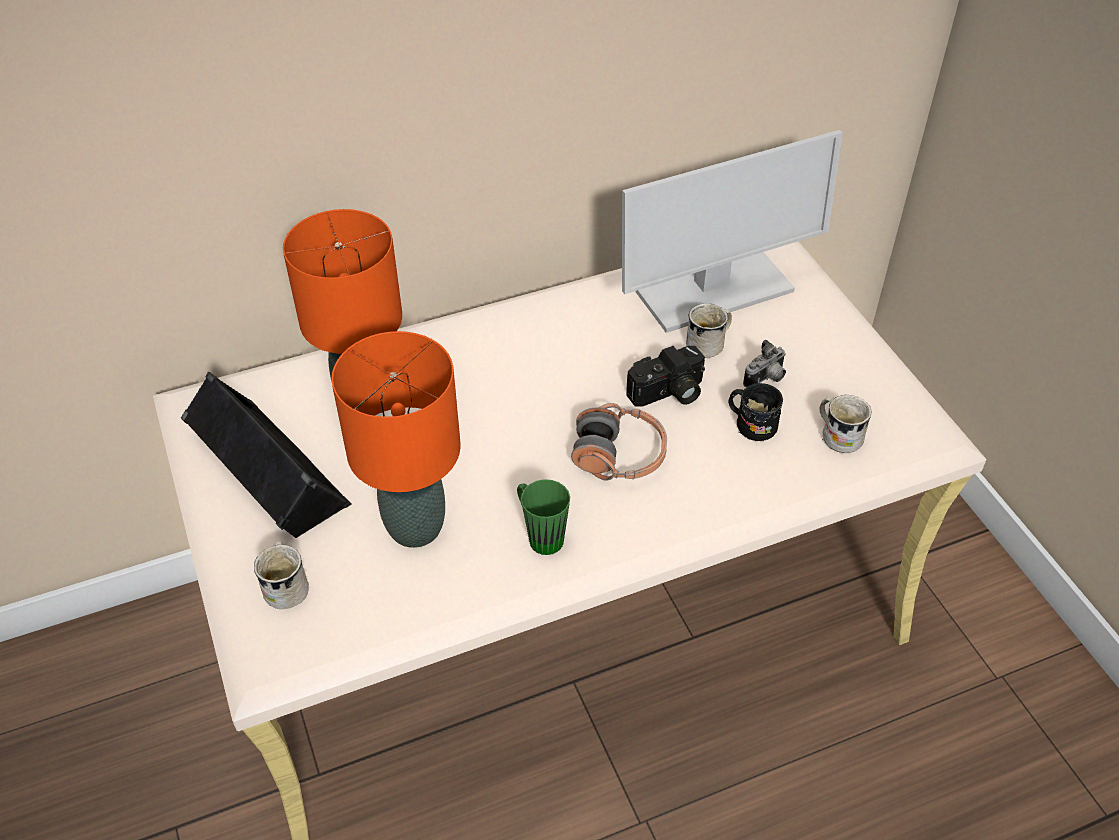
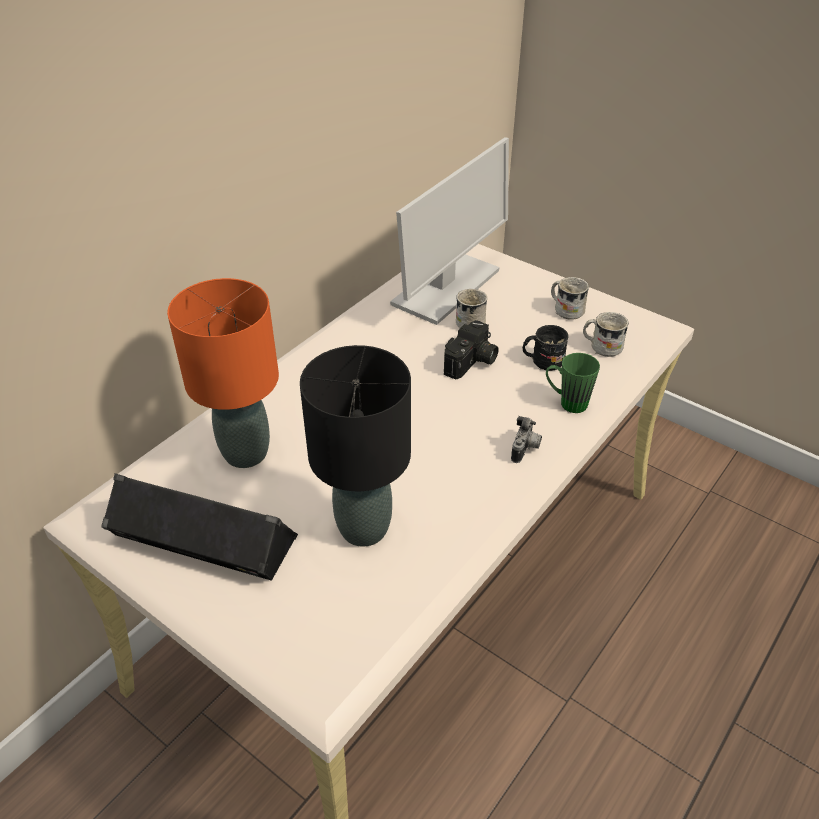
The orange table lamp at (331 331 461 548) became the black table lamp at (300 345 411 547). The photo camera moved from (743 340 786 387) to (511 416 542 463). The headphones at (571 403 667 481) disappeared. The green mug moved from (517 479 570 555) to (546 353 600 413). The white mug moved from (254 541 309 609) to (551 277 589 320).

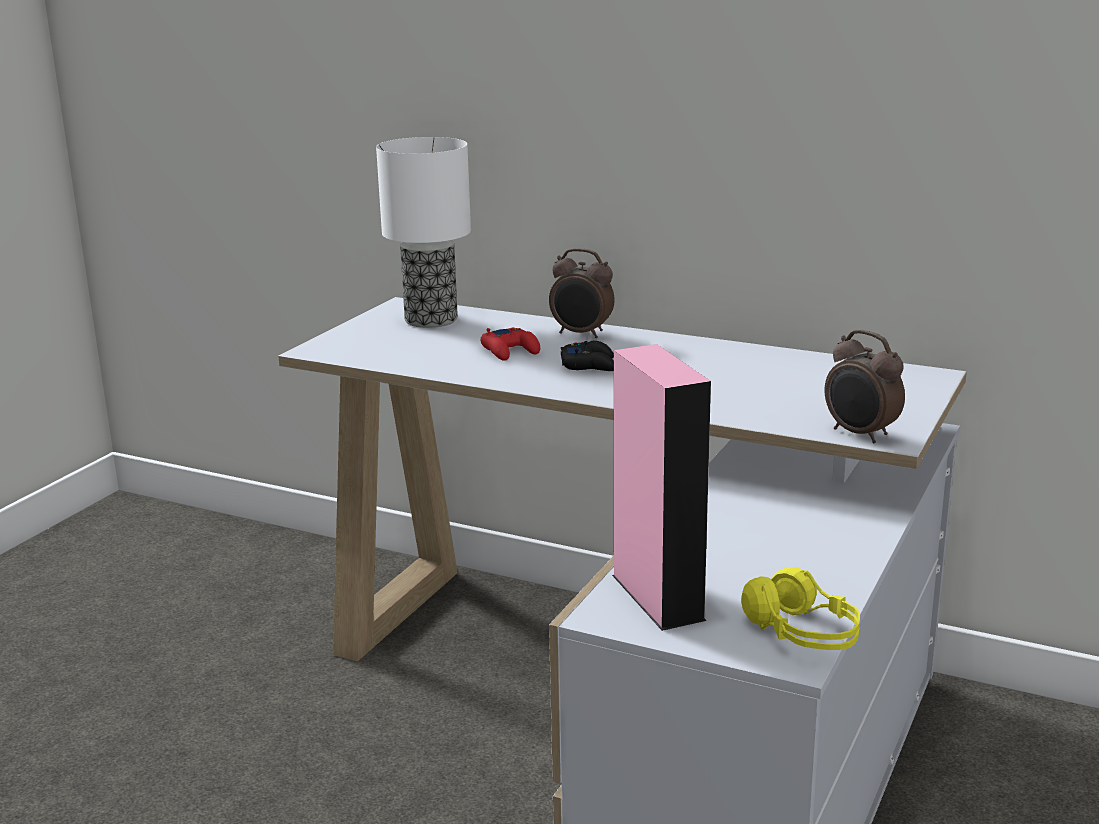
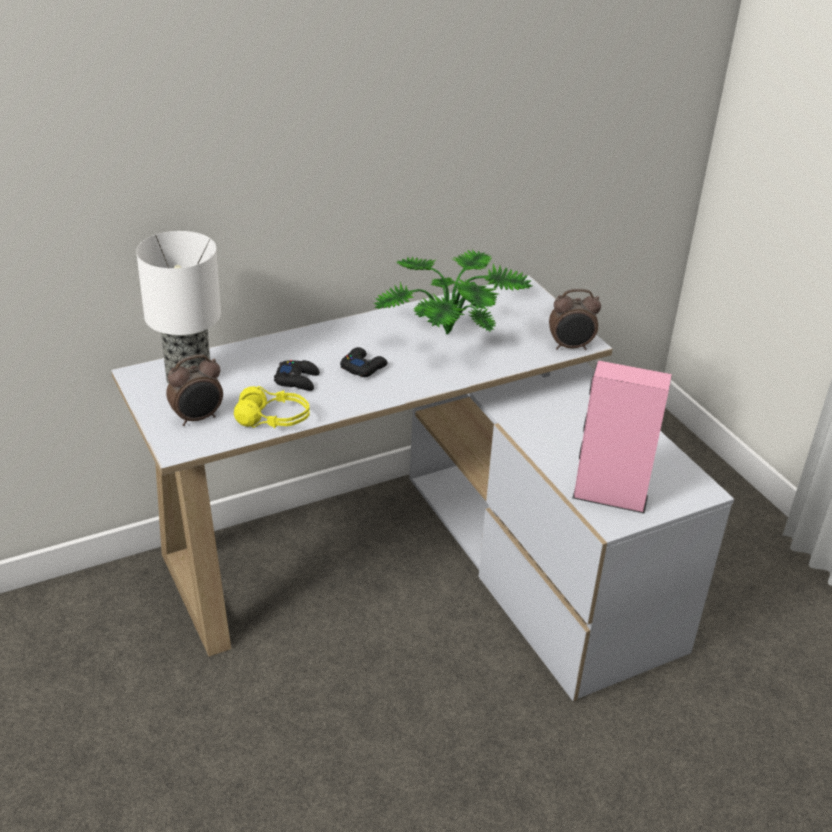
The alarm clock moved from (549 248 615 338) to (166 354 223 426). The red game controller at (481 327 540 361) became the black game controller at (274 360 320 391). The yellow headphones moved from (741 567 860 650) to (234 386 310 428). The potted plant at (374 249 532 334) appeared.

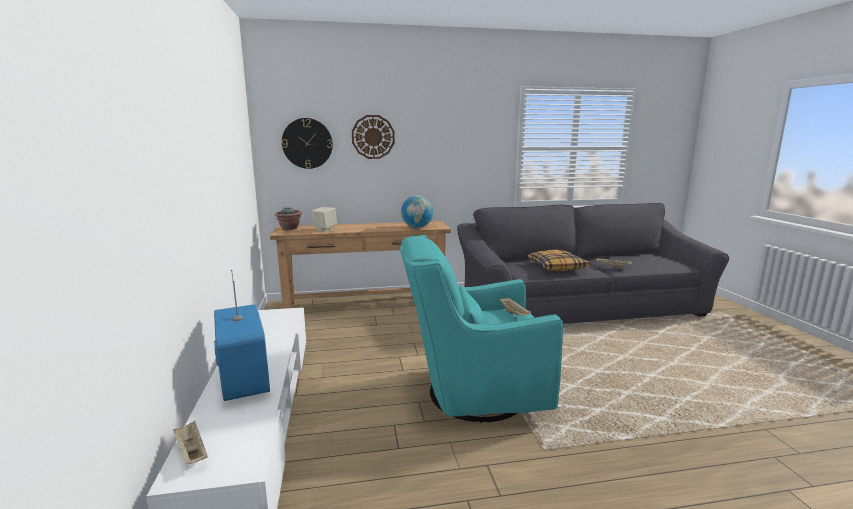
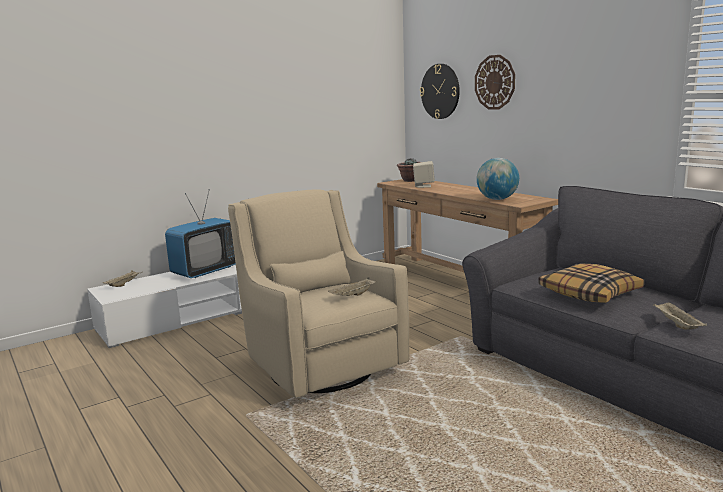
The turquoise armchair at (400 235 563 423) became the beige armchair at (228 190 410 398).

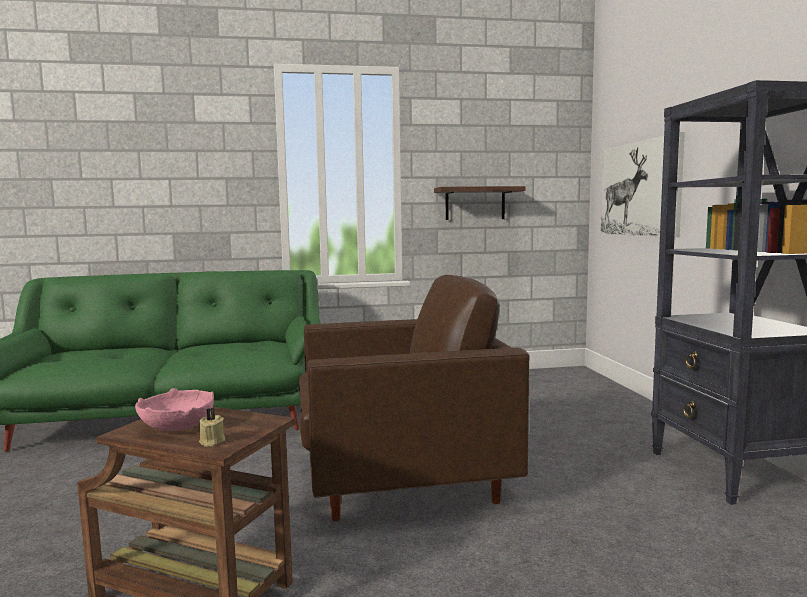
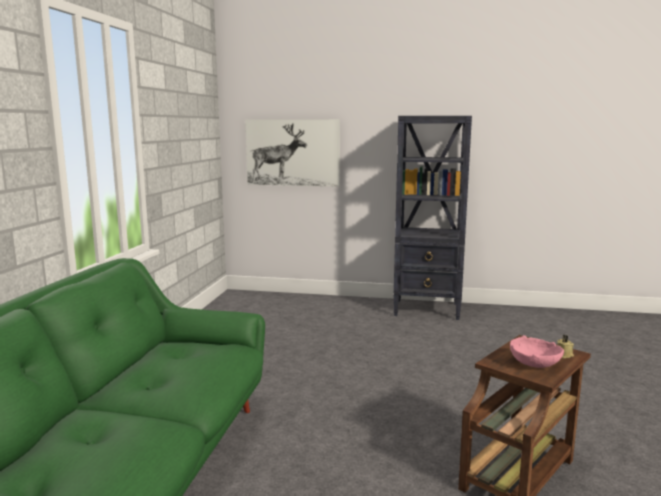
The shelf at (434 186 526 220) disappeared. The brown armchair at (299 275 530 521) disappeared.

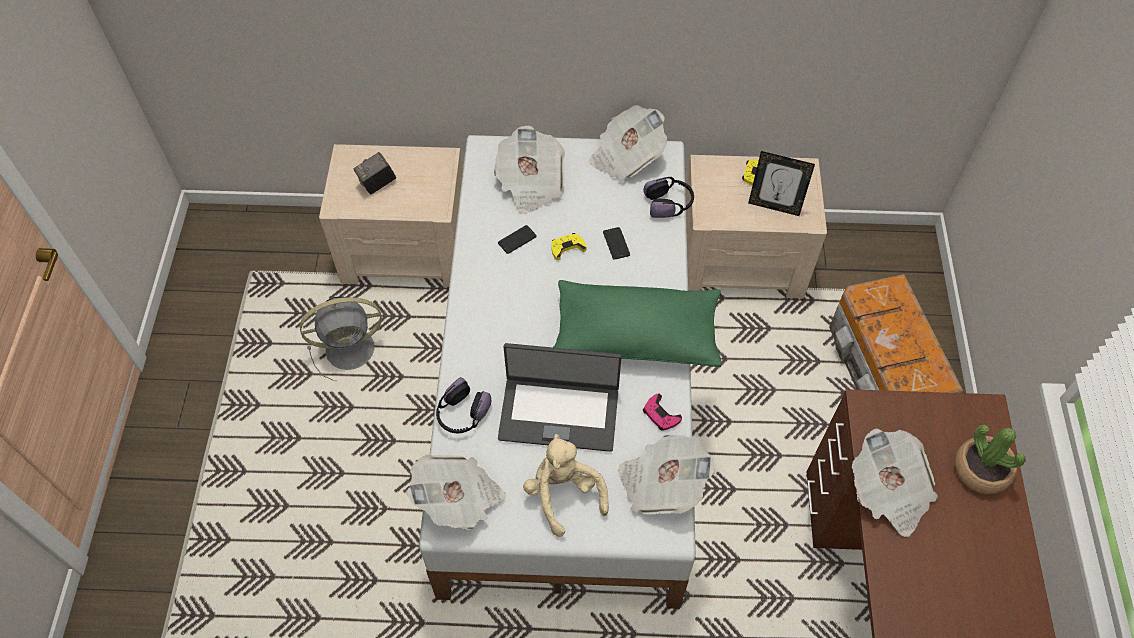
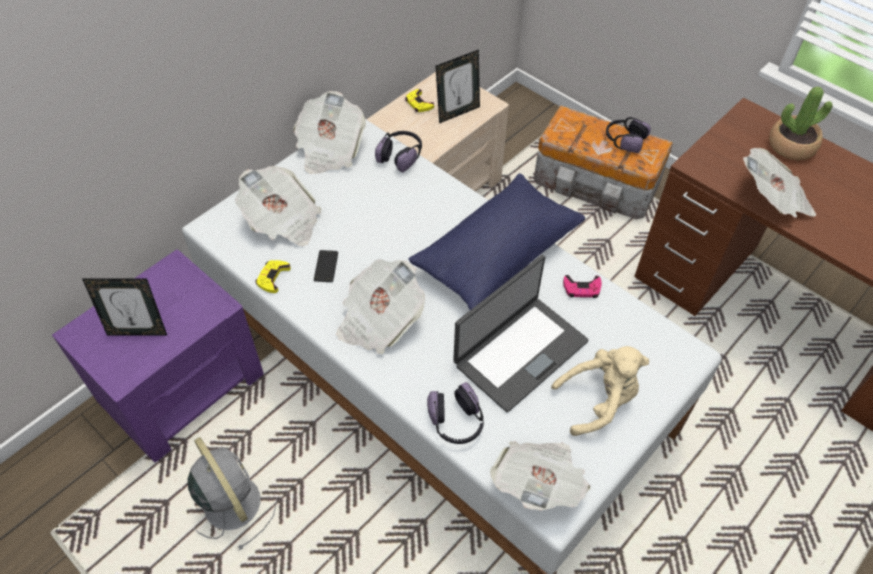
The beige nightstand at (319 144 463 287) became the purple nightstand at (52 249 264 462). The photo camera at (354 152 396 194) was replaced by the picture frame at (82 278 167 336). The phone at (603 227 630 260) disappeared. The yellow game controller moved from (551 233 586 260) to (256 260 291 293). The green pillow at (553 280 722 367) became the blue pillow at (408 173 585 310). The grey fan at (300 296 382 381) turned 60 degrees counterclockwise. The beige plush toy at (523 434 609 537) turned 150 degrees clockwise. The newspaper moved from (618 434 715 515) to (336 259 425 354). The headphones at (606 117 651 153) appeared.

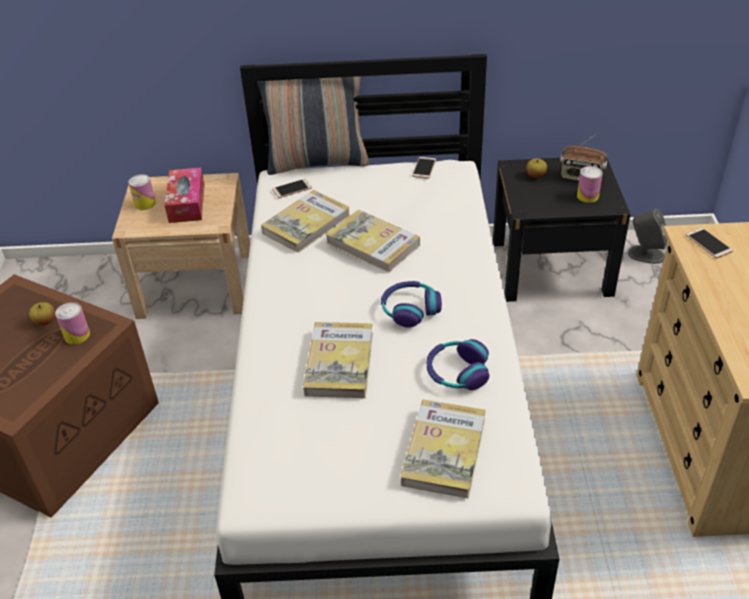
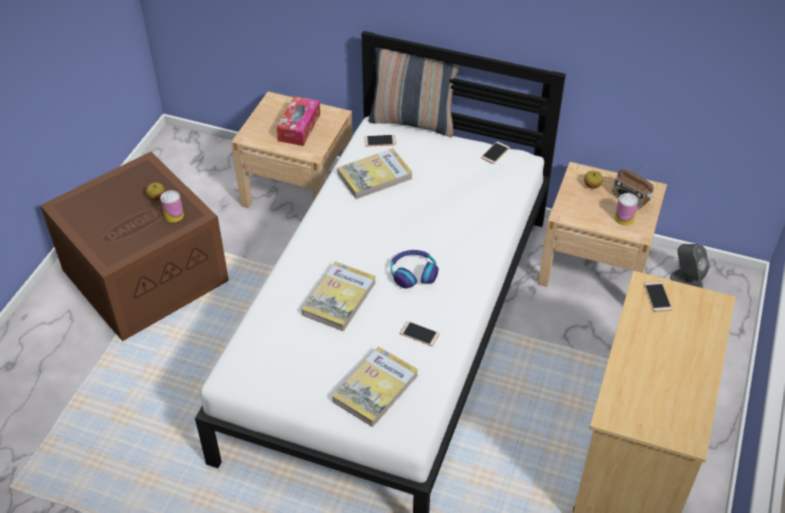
The black nightstand at (493 158 631 302) became the beige nightstand at (538 162 667 287). The can at (128 174 156 210) disappeared. The book at (326 210 420 273) disappeared. The headphones at (426 339 489 390) was replaced by the phone at (400 321 440 346).

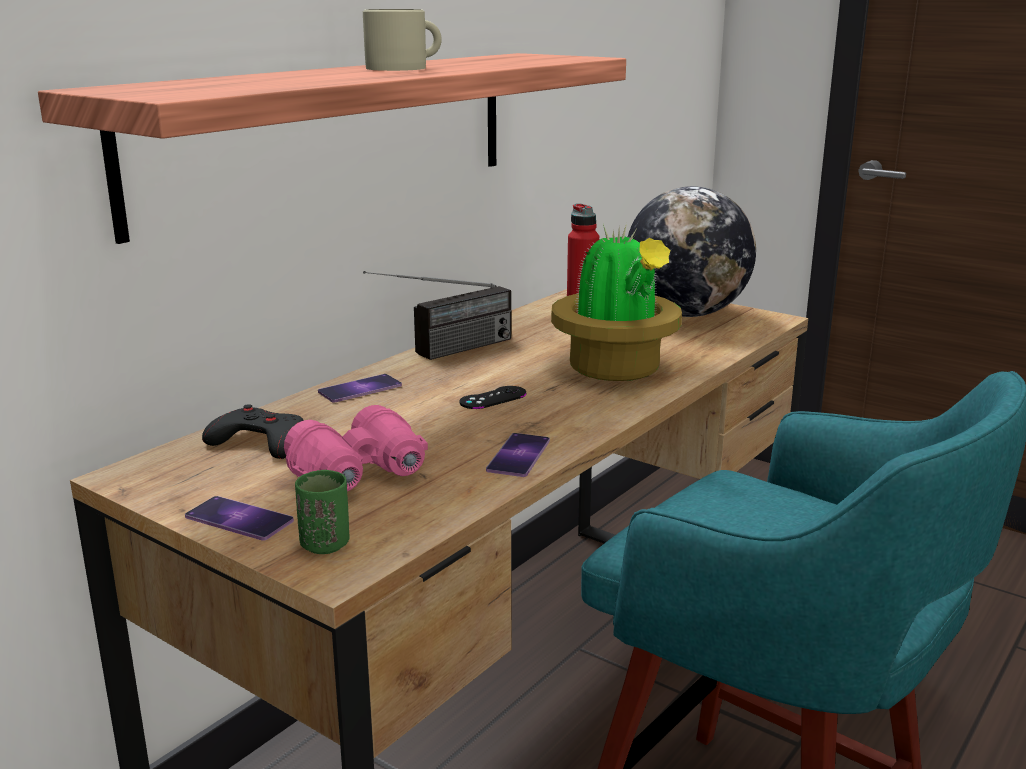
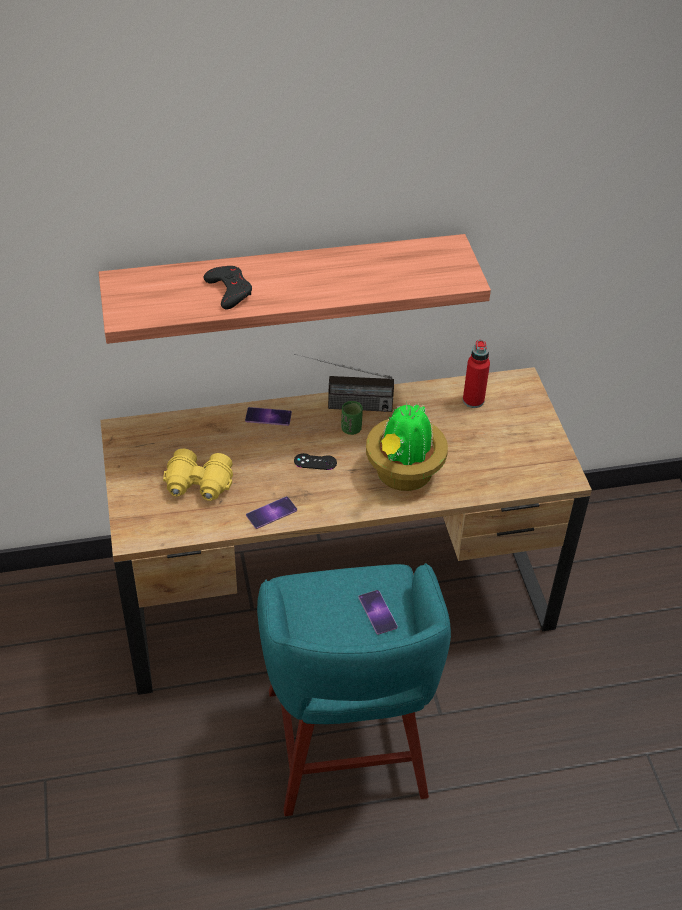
The beige mug at (363 9 442 71) disappeared. The globe at (628 186 756 317) disappeared. The black game controller moved from (202 404 304 459) to (203 266 252 310). The pink binoculars at (284 405 428 491) became the yellow binoculars at (163 449 233 501). The green cup moved from (295 470 349 554) to (341 401 363 435). The phone moved from (185 496 294 541) to (358 590 398 635).

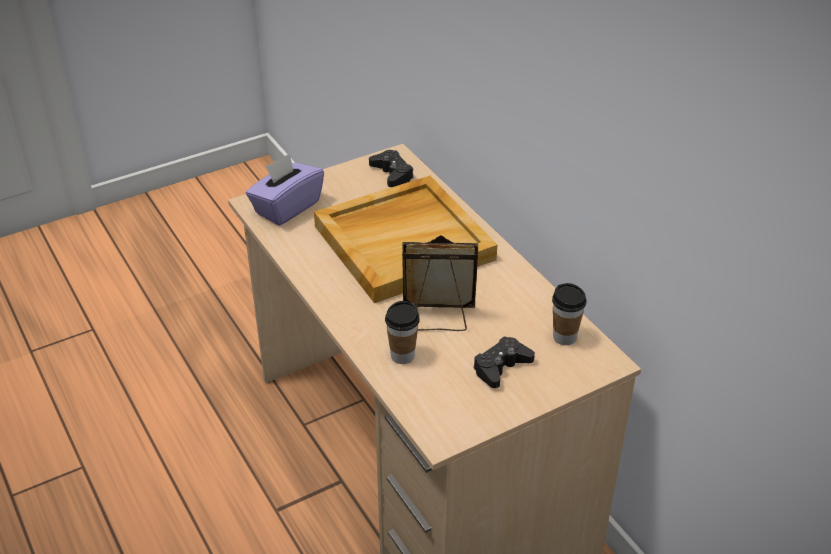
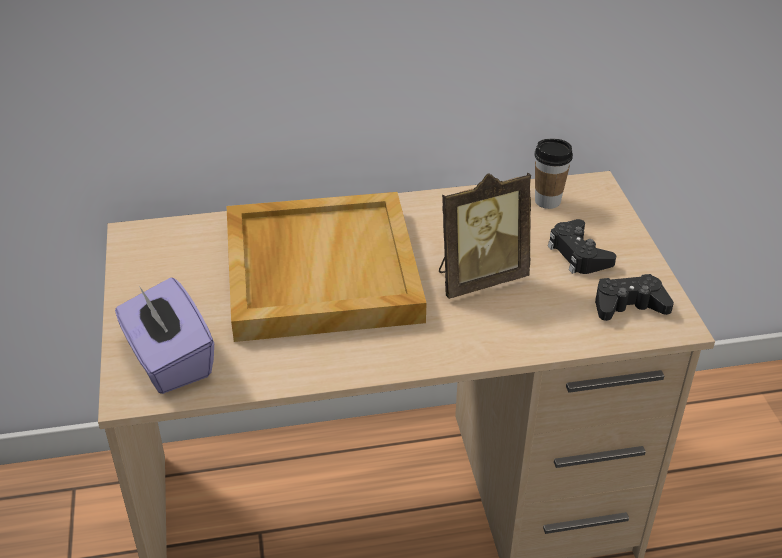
The black game controller moved from (369 150 414 187) to (595 274 674 321). The picture frame at (402 235 478 331) turned 135 degrees counterclockwise. The cup at (385 301 420 364) disappeared.

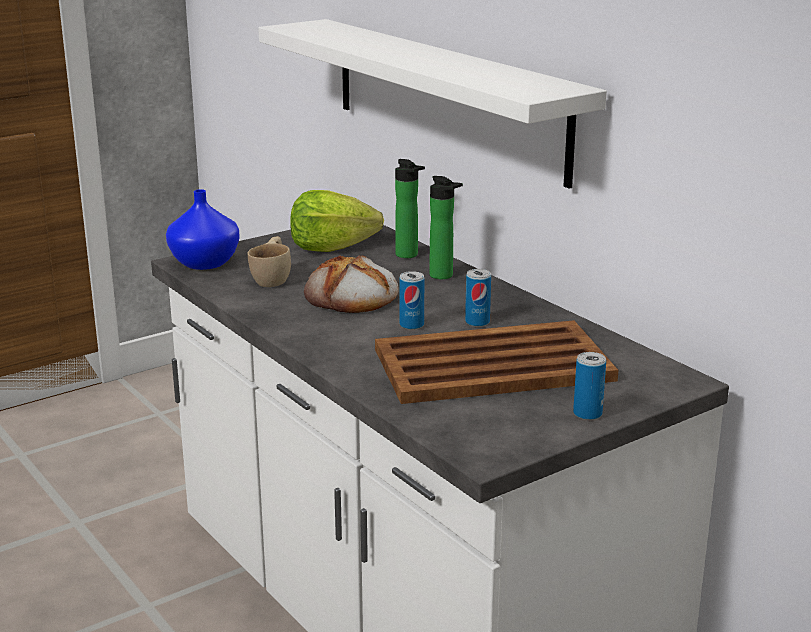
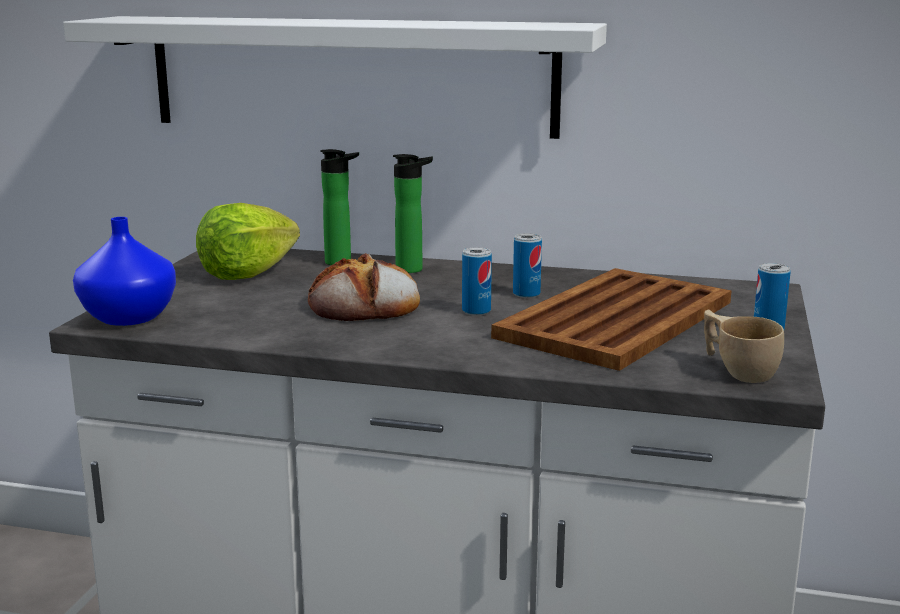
The beige cup moved from (248 236 291 287) to (704 310 784 383).

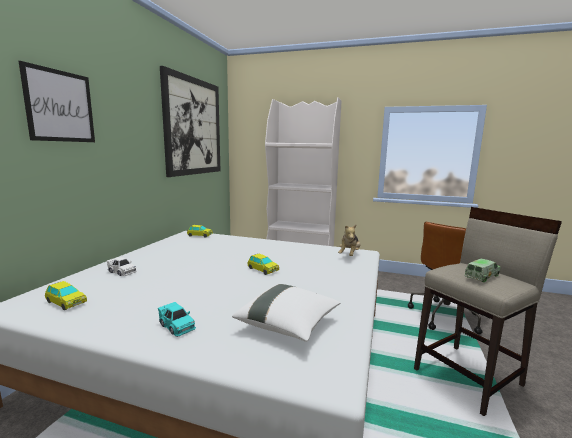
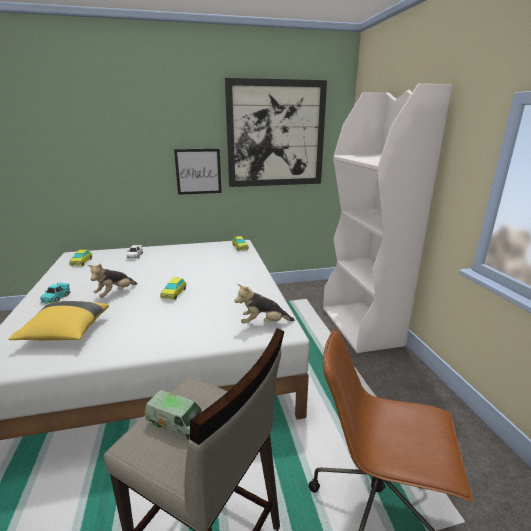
The picture moved from (19 61 95 142) to (174 149 222 195). The white pillow at (232 284 340 342) became the yellow pillow at (8 301 109 340). The plush toy at (88 263 137 298) appeared.

